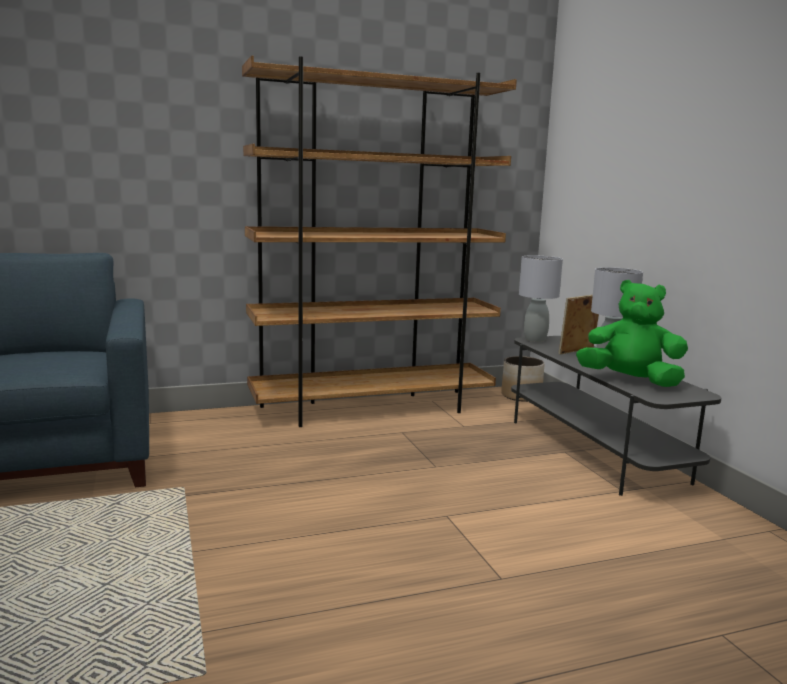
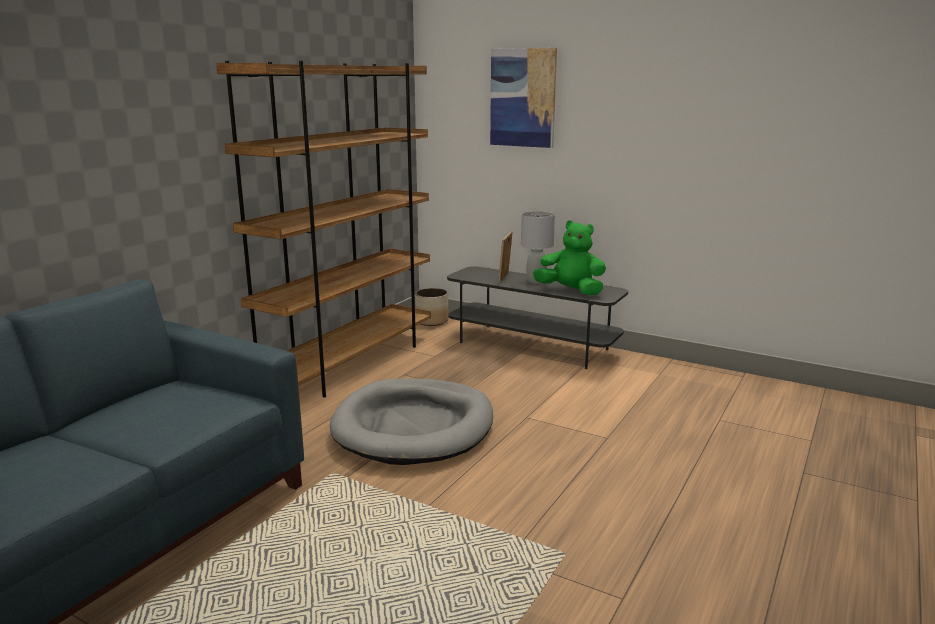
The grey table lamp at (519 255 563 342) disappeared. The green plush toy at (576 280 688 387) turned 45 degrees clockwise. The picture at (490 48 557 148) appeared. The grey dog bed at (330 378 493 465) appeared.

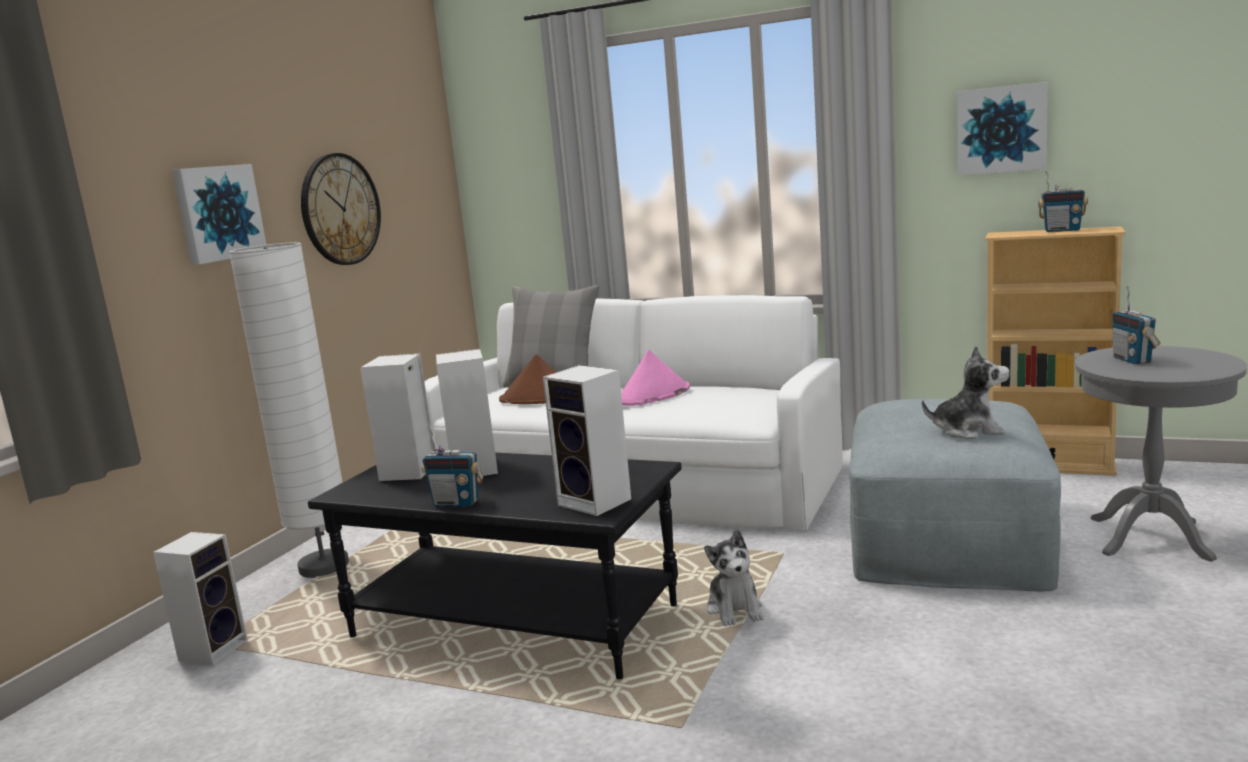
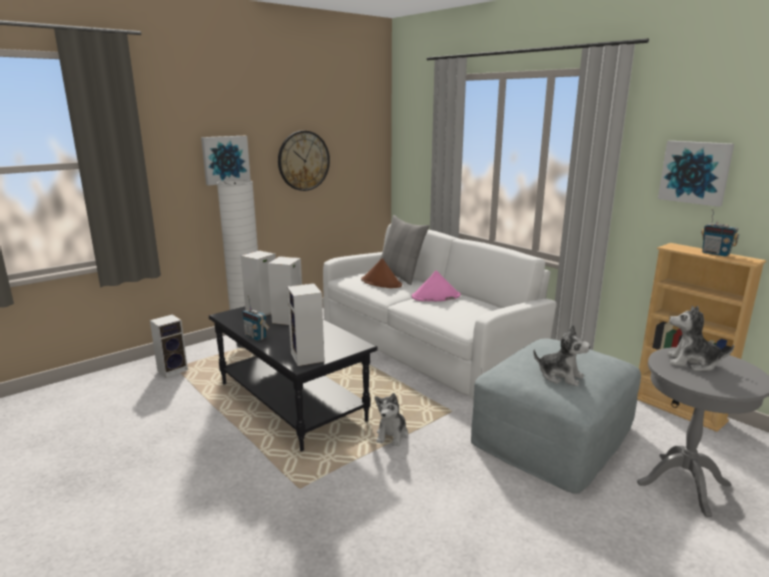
The radio at (1112 287 1161 364) was replaced by the plush toy at (667 306 734 371).

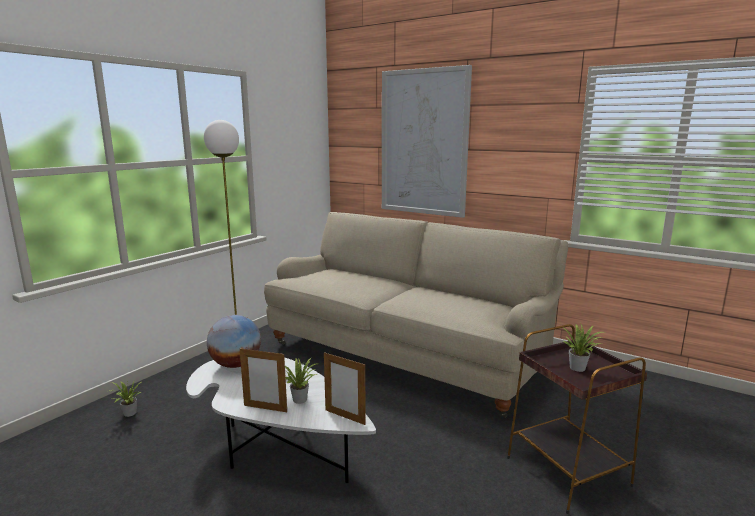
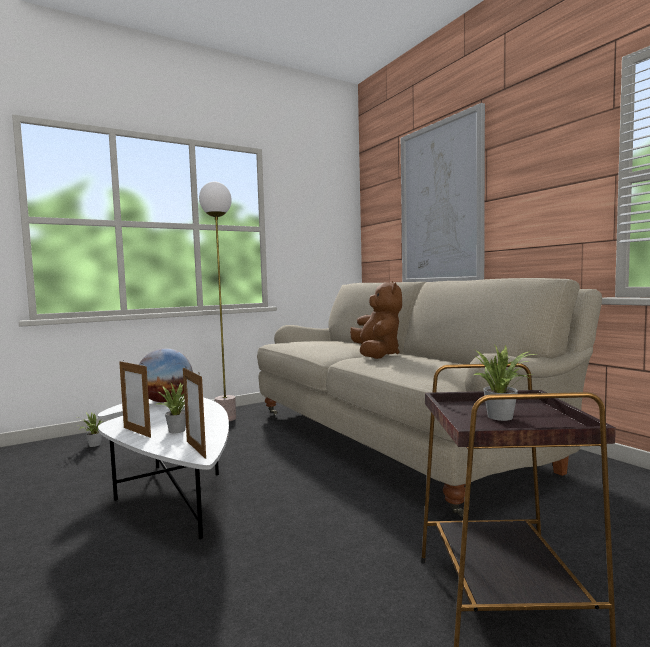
The brown plush toy at (350 281 402 359) appeared.

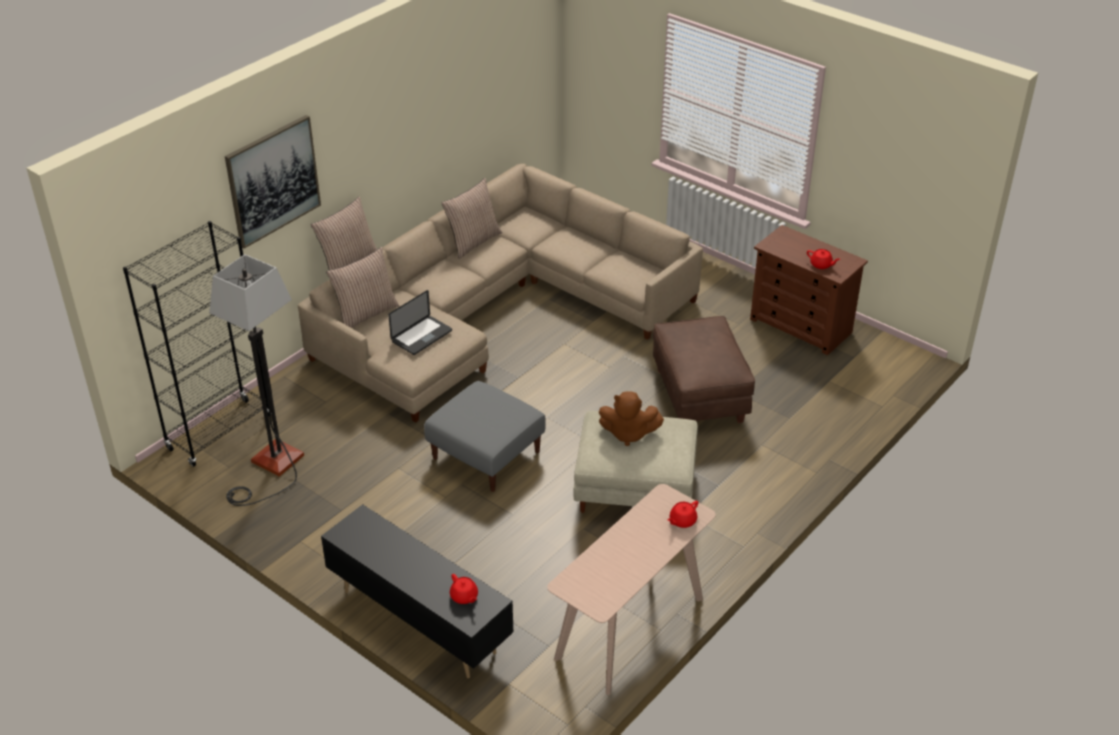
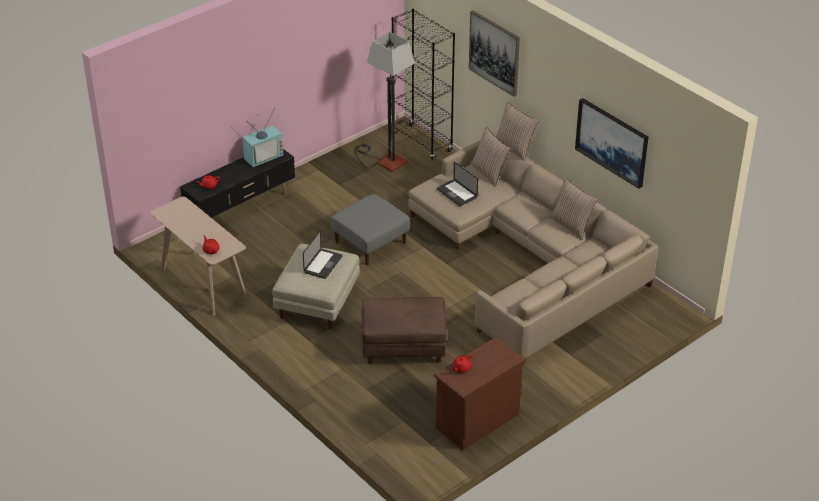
The brown plush toy at (598 391 664 446) was replaced by the laptop at (303 230 343 279). The picture at (575 98 648 189) appeared. The television at (242 108 283 167) appeared.

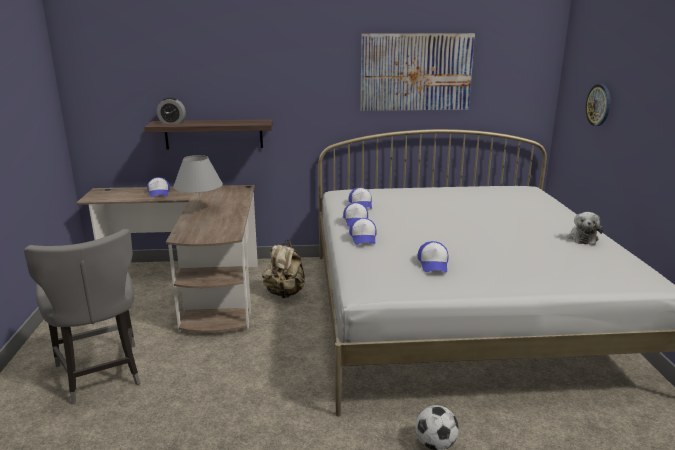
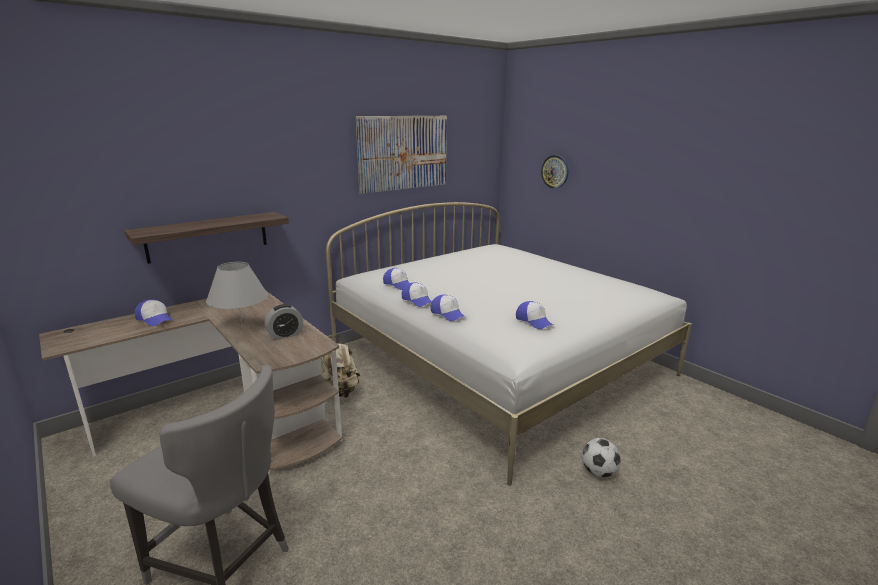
The alarm clock moved from (157 97 186 123) to (265 304 303 340). The plush toy at (568 212 603 245) disappeared.

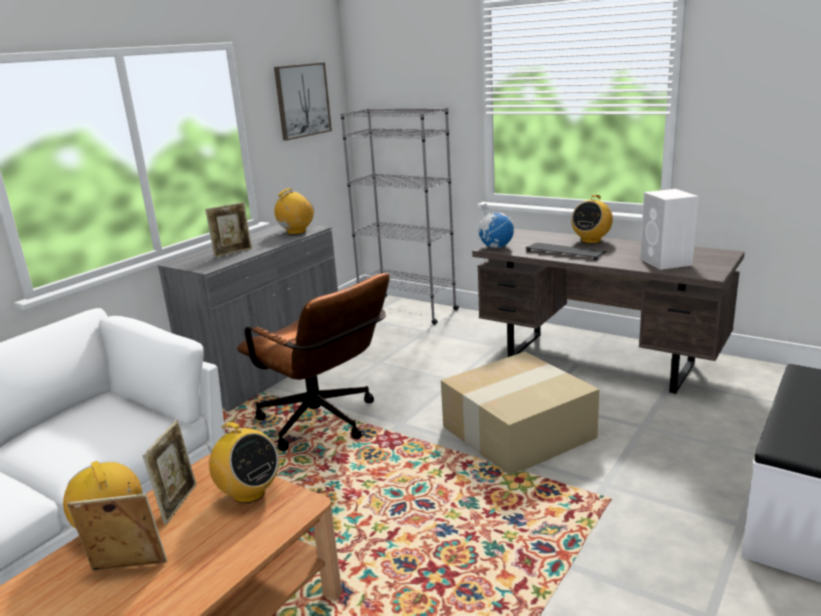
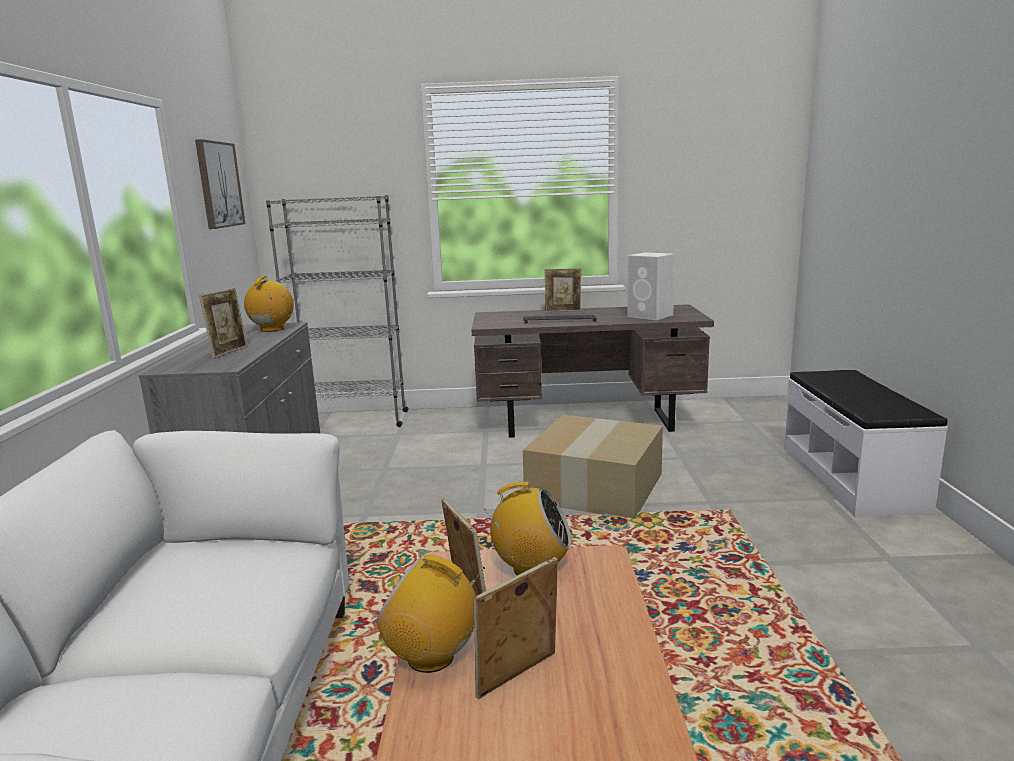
The radio at (571 195 613 244) was replaced by the picture frame at (545 268 582 312). The globe at (477 203 514 248) disappeared. The brown office chair at (237 273 390 451) disappeared.

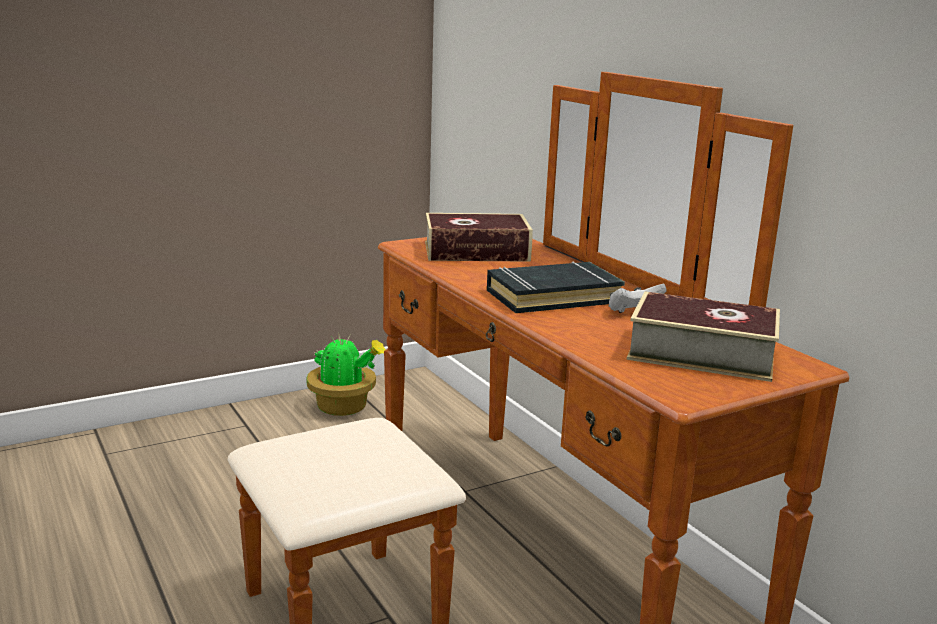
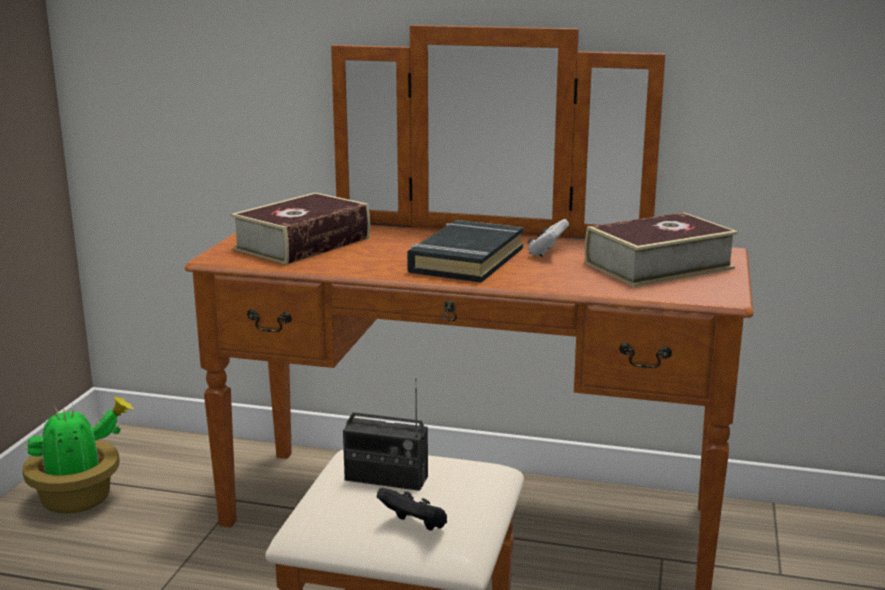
The radio at (343 378 428 491) appeared. The black game controller at (377 488 447 531) appeared.

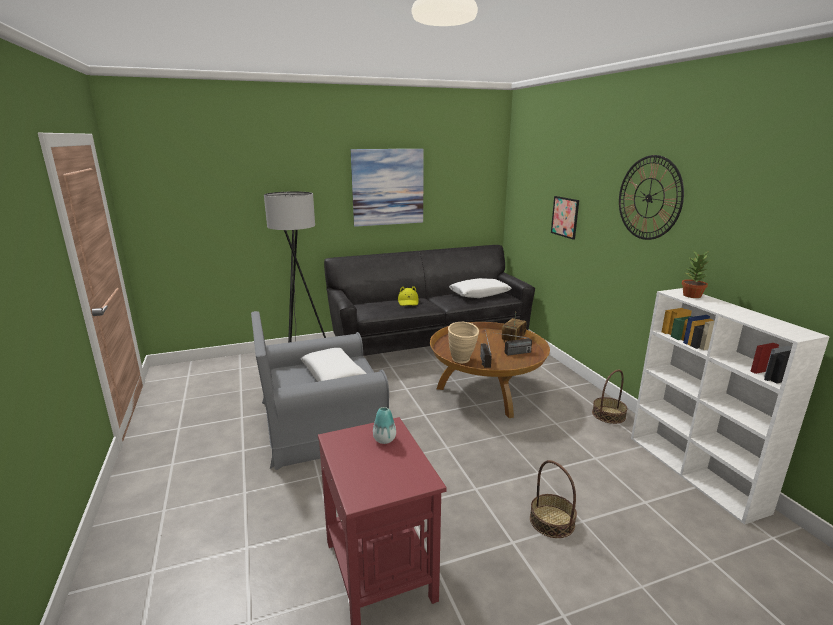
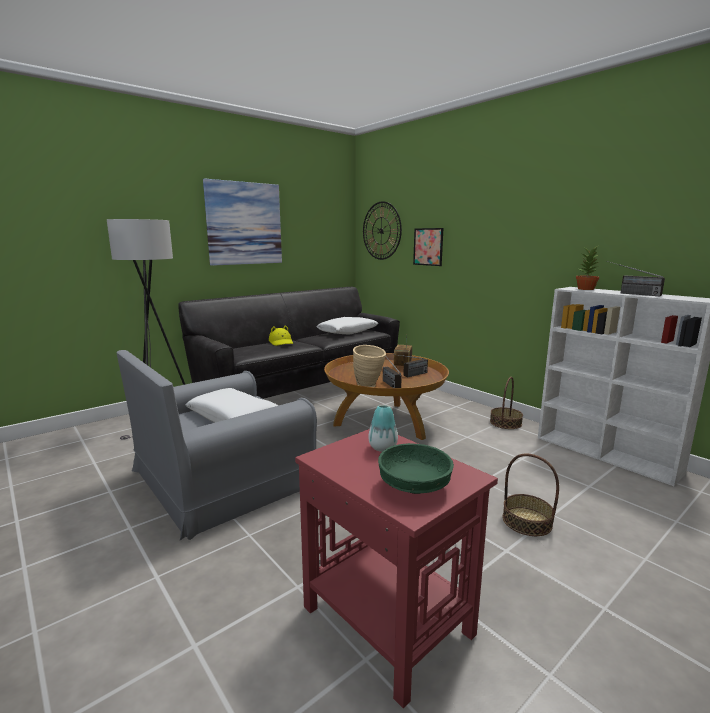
The wall clock moved from (619 155 684 240) to (363 201 402 260). The radio at (607 261 665 296) appeared. The green bowl at (378 443 454 494) appeared.

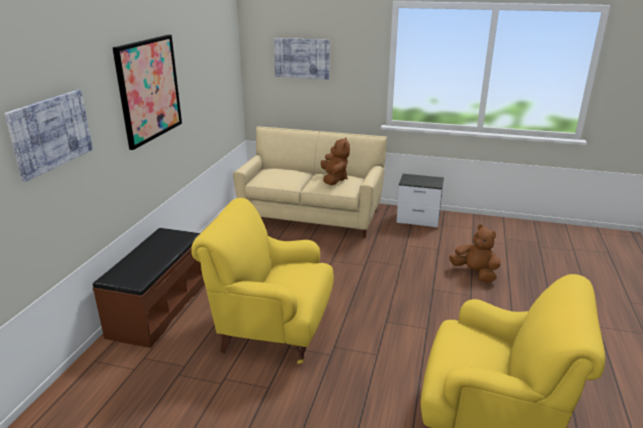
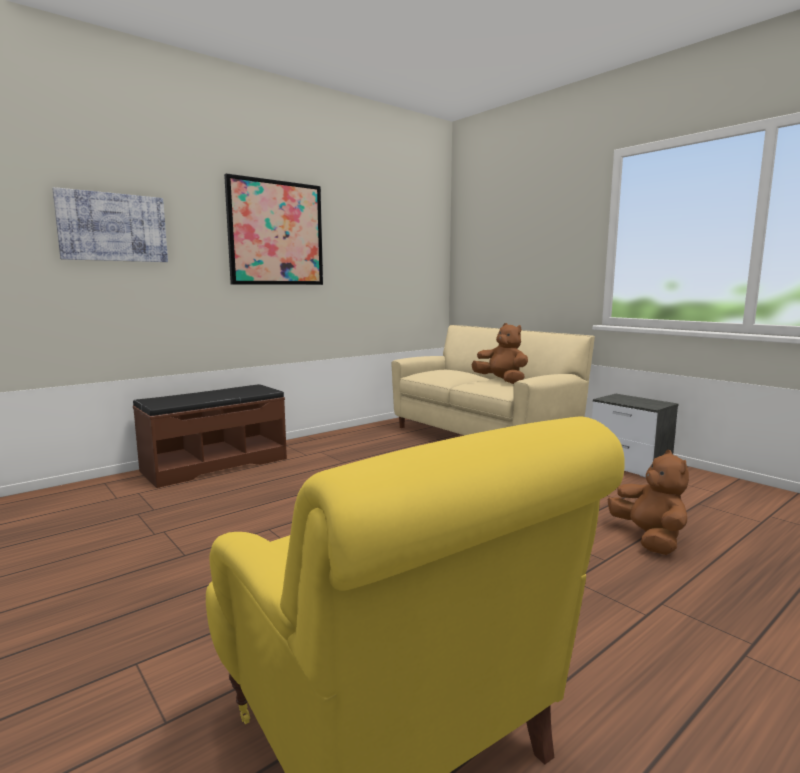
The picture at (274 38 330 80) disappeared. The brown plush toy at (321 137 350 185) turned 75 degrees counterclockwise. The yellow armchair at (191 198 334 364) disappeared.

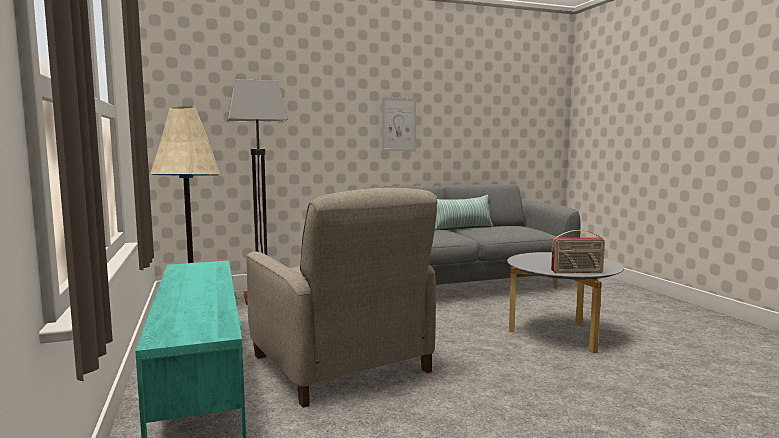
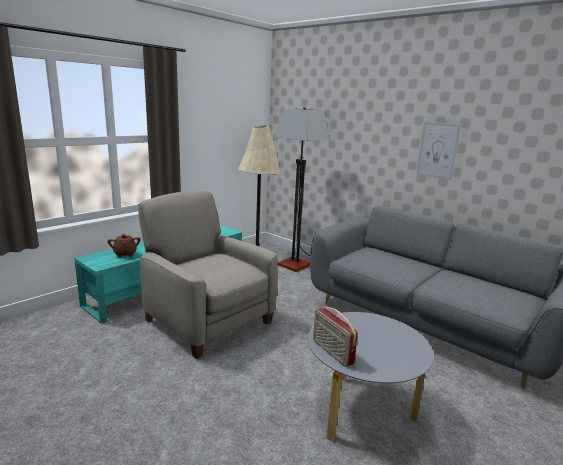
The beige armchair at (246 188 437 408) turned 105 degrees clockwise. The pillow at (435 195 493 231) disappeared. The brown teapot at (107 234 141 258) appeared.

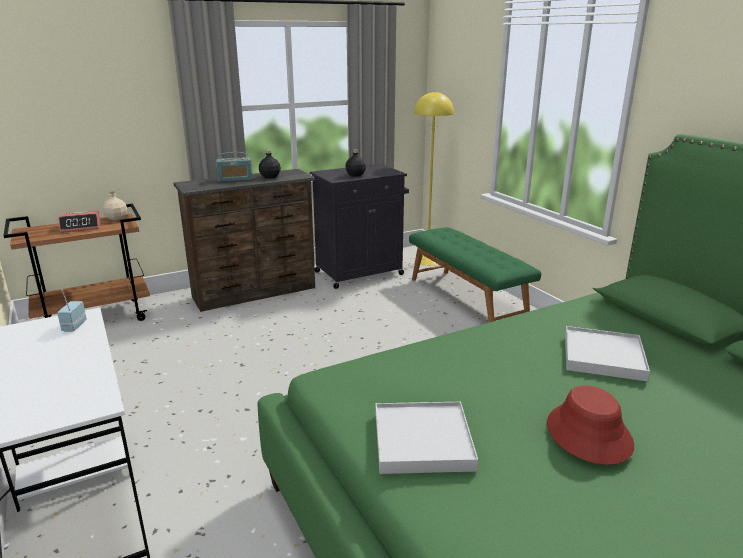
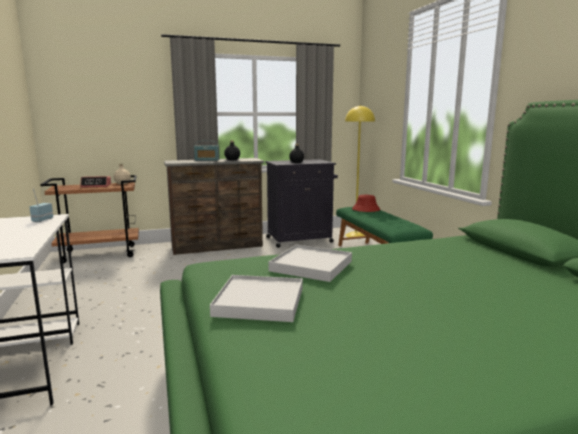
The white tray moved from (565 326 650 381) to (268 244 352 282). The red hat moved from (547 385 634 465) to (352 195 381 212).

